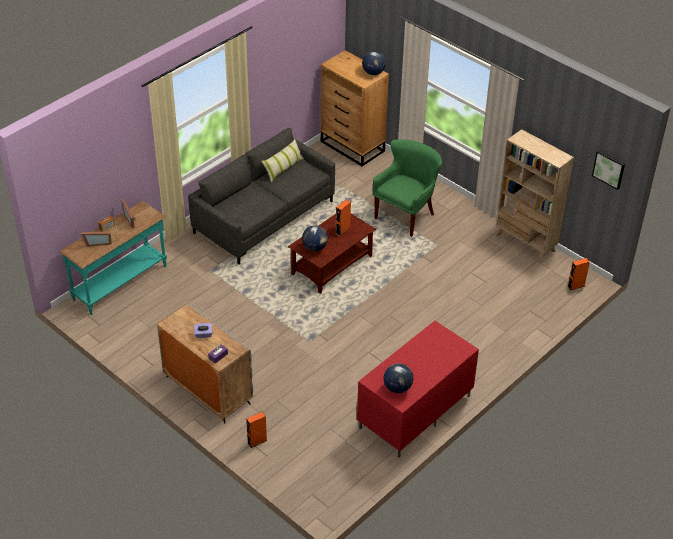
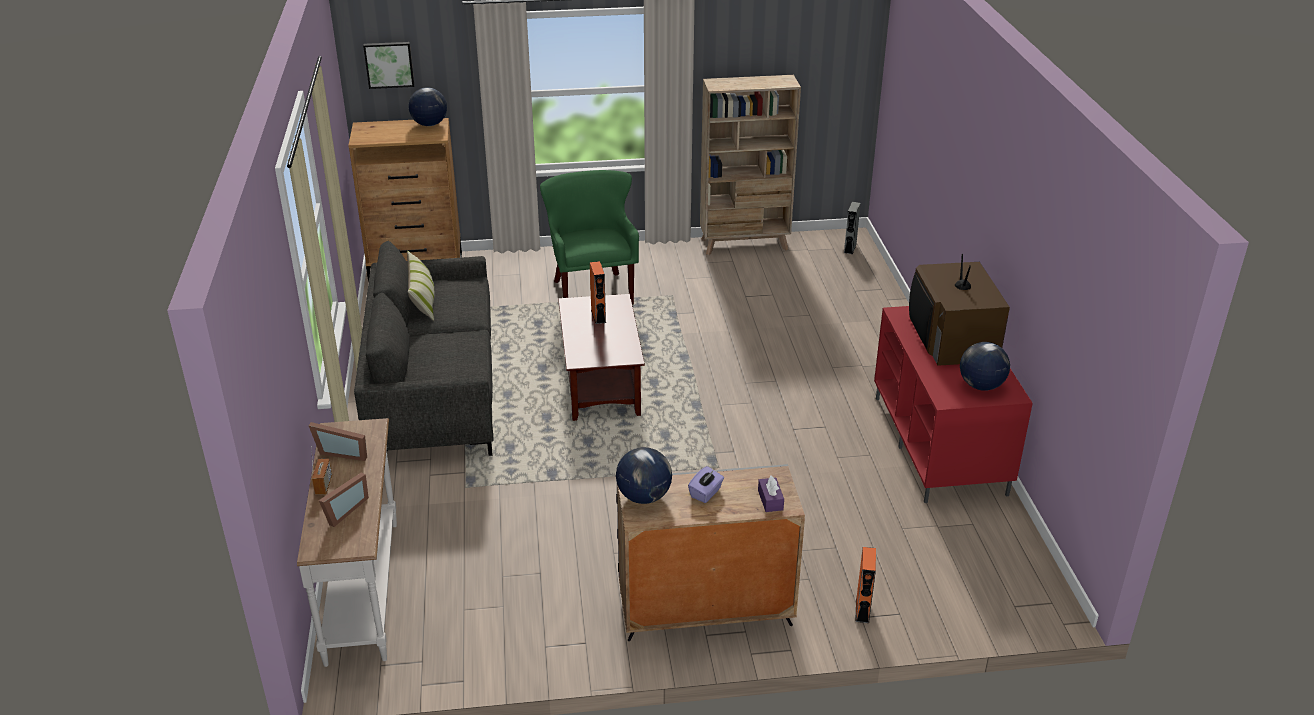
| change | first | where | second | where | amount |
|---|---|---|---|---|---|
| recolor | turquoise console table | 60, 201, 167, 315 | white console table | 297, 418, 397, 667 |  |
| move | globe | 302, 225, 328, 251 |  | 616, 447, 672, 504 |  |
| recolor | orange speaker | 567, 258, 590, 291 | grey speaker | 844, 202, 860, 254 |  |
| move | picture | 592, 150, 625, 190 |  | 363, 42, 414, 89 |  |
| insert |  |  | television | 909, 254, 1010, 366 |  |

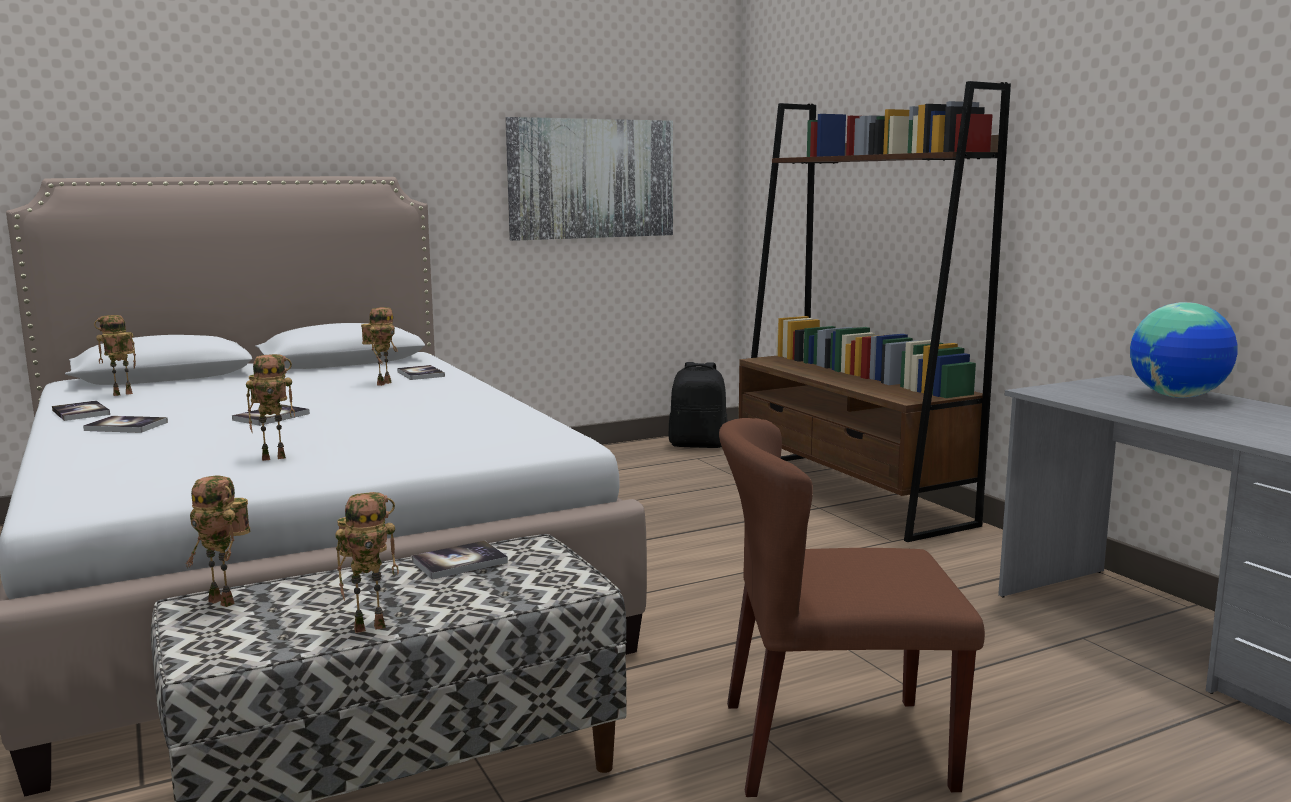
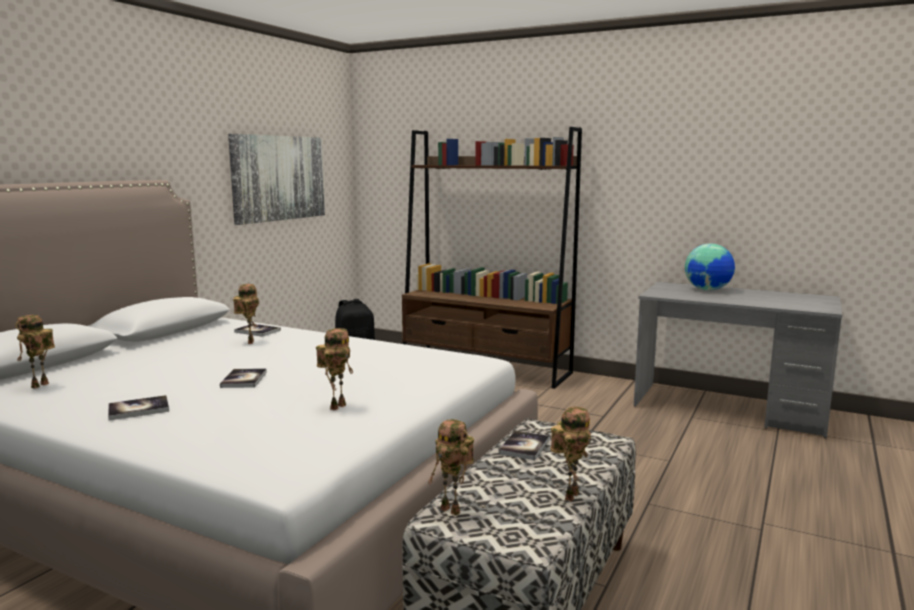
| change | first | where | second | where | amount |
|---|---|---|---|---|---|
| delete | book | 52, 401, 110, 421 |  |  |  |
| rotate | toy robot | 186, 476, 250, 607 |  | 428, 419, 474, 516 | 45 degrees clockwise |
| delete | brown chair | 719, 418, 985, 797 |  |  |  |

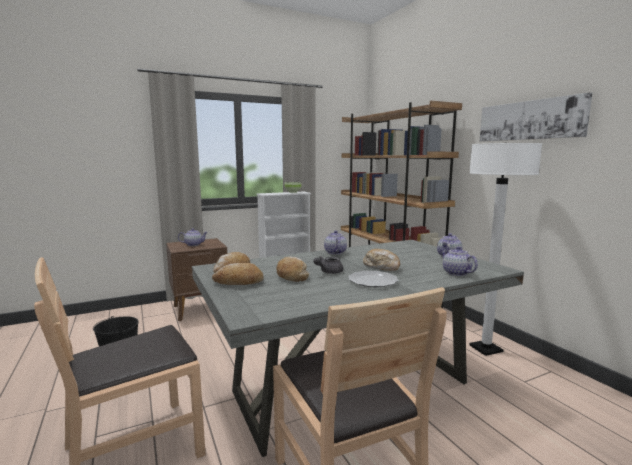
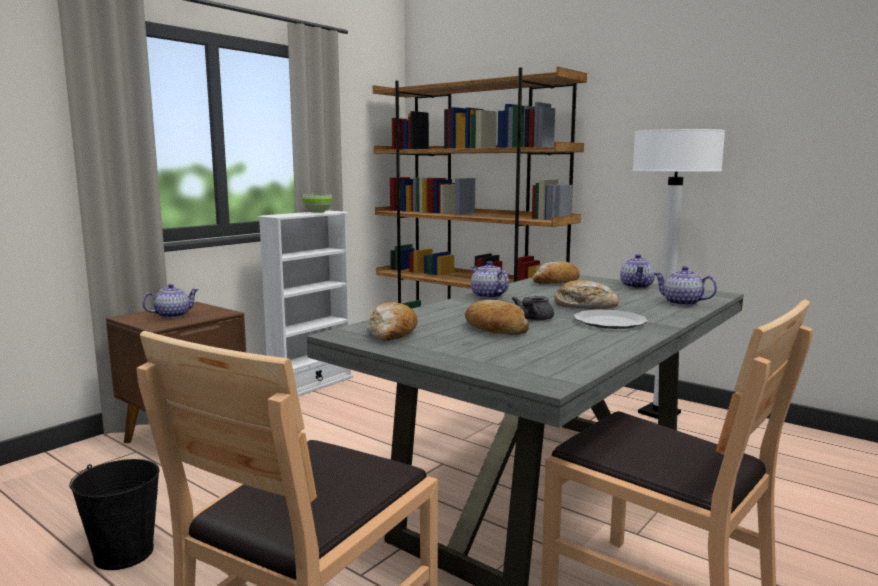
| change | first | where | second | where | amount |
|---|---|---|---|---|---|
| move | bread | 212, 263, 264, 285 |  | 533, 261, 580, 284 |  |
| delete | picture | 480, 92, 593, 142 |  |  |  |

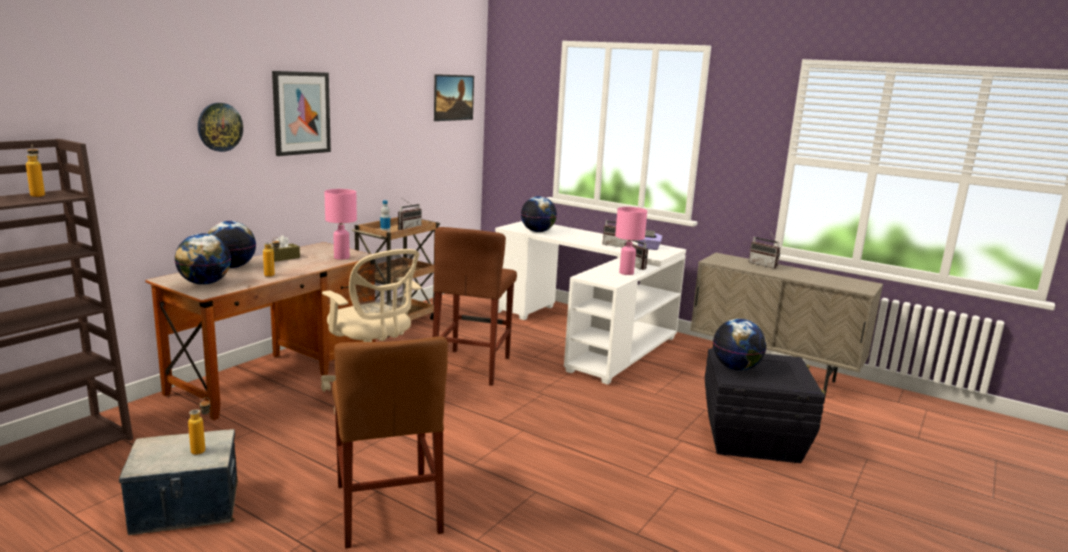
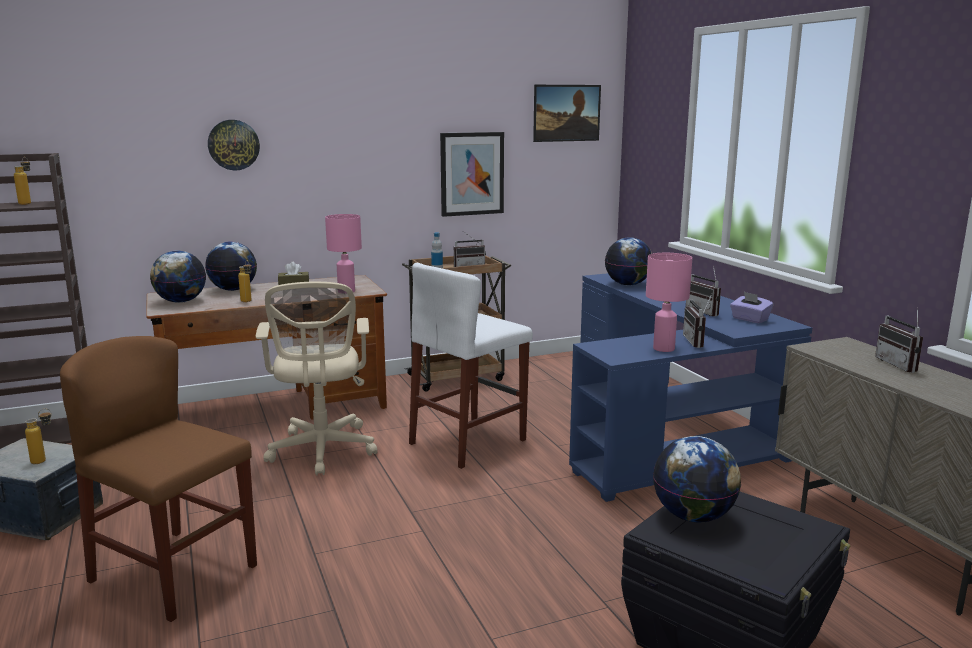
| change | first | where | second | where | amount |
|---|---|---|---|---|---|
| move | picture | 272, 71, 331, 156 |  | 440, 132, 504, 217 |  |
| rotate | brown chair | 332, 337, 448, 549 |  | 60, 336, 257, 622 | 105 degrees clockwise |
| recolor | brown stool | 433, 227, 517, 386 | white stool | 409, 263, 533, 469 |  |
| recolor | white desk | 495, 221, 686, 385 | blue desk | 569, 273, 812, 502 |  |

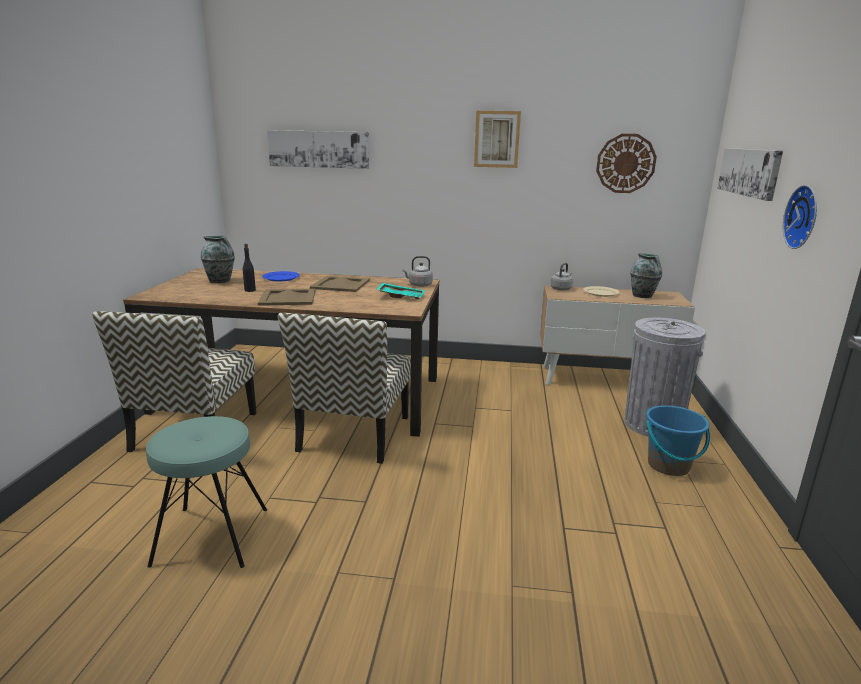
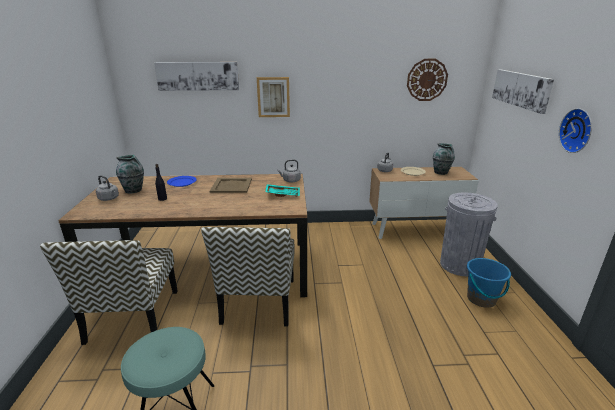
| change | first | where | second | where | amount |
|---|---|---|---|---|---|
| delete | beige tray | 258, 289, 315, 306 |  |  |  |
| move | picture | 474, 111, 521, 168 |  | 257, 77, 290, 117 |  |
| insert |  |  | grey kettle | 96, 175, 119, 201 |  |

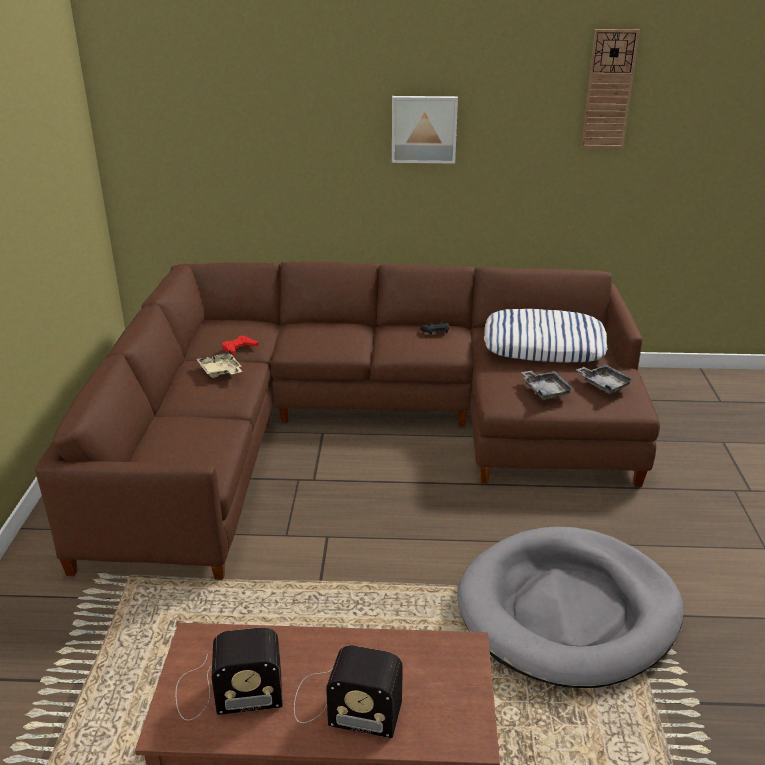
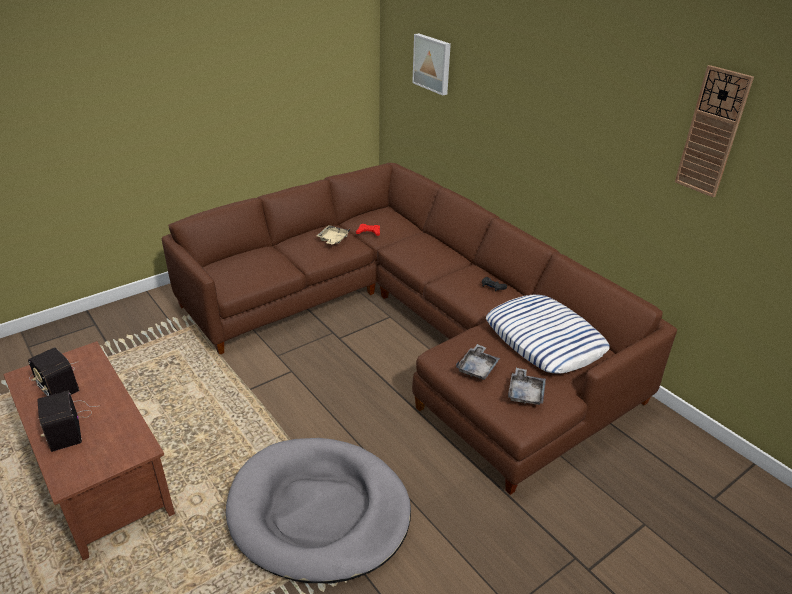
| change | first | where | second | where | amount |
|---|---|---|---|---|---|
| move | picture | 392, 96, 458, 164 |  | 412, 33, 451, 95 |  |

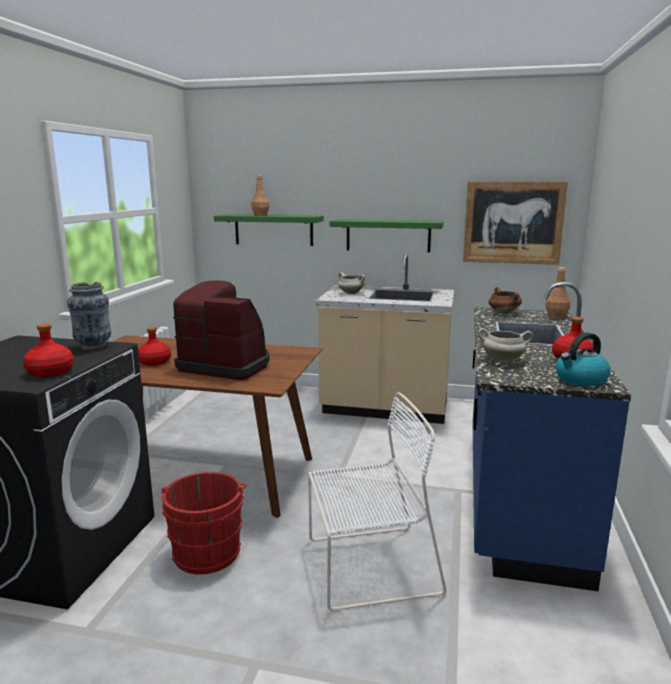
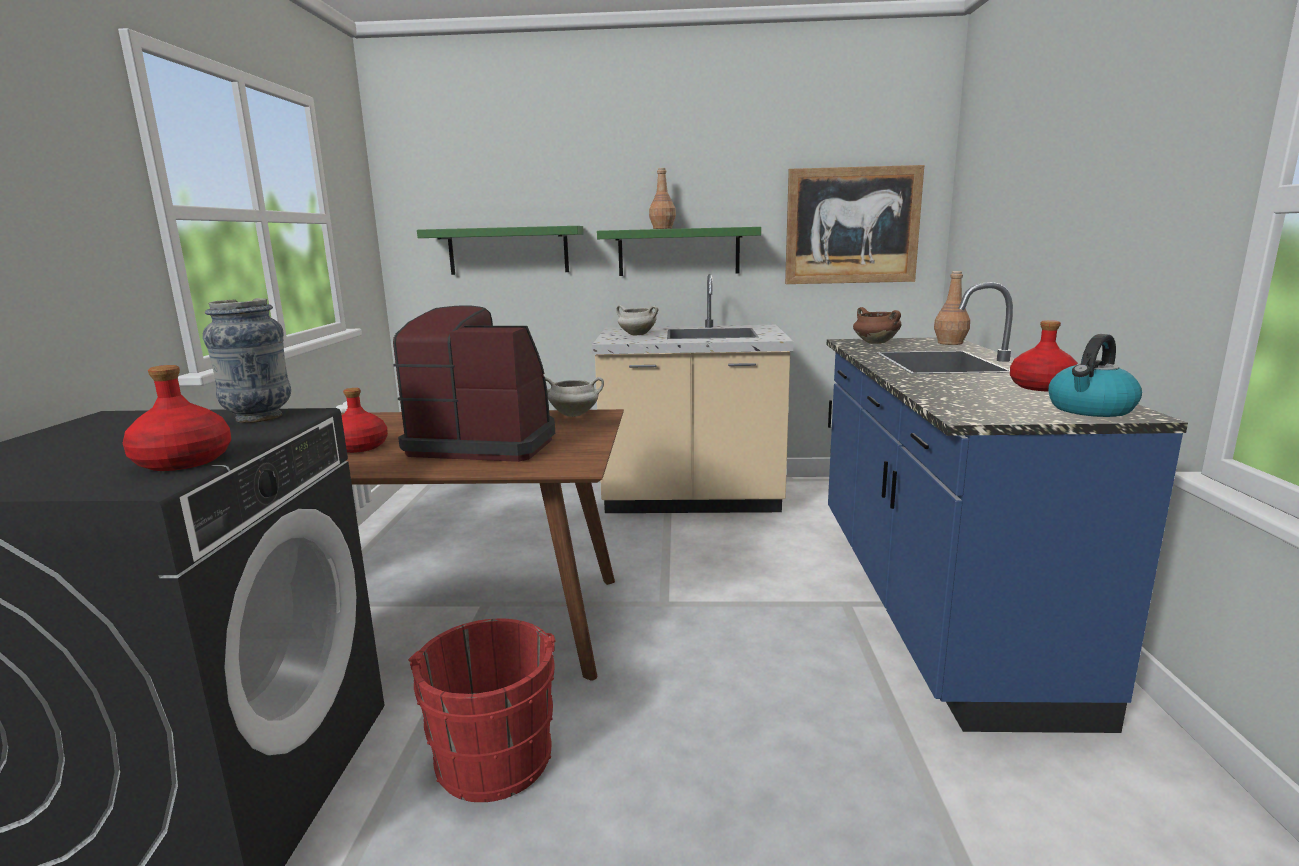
| change | first | where | second | where | amount |
|---|---|---|---|---|---|
| move | brown bottle | 251, 176, 269, 216 |  | 649, 168, 676, 229 |  |
| delete | white chair | 308, 392, 446, 612 |  |  |  |
| move | white cooking pot | 478, 328, 533, 363 |  | 545, 377, 604, 417 |  |

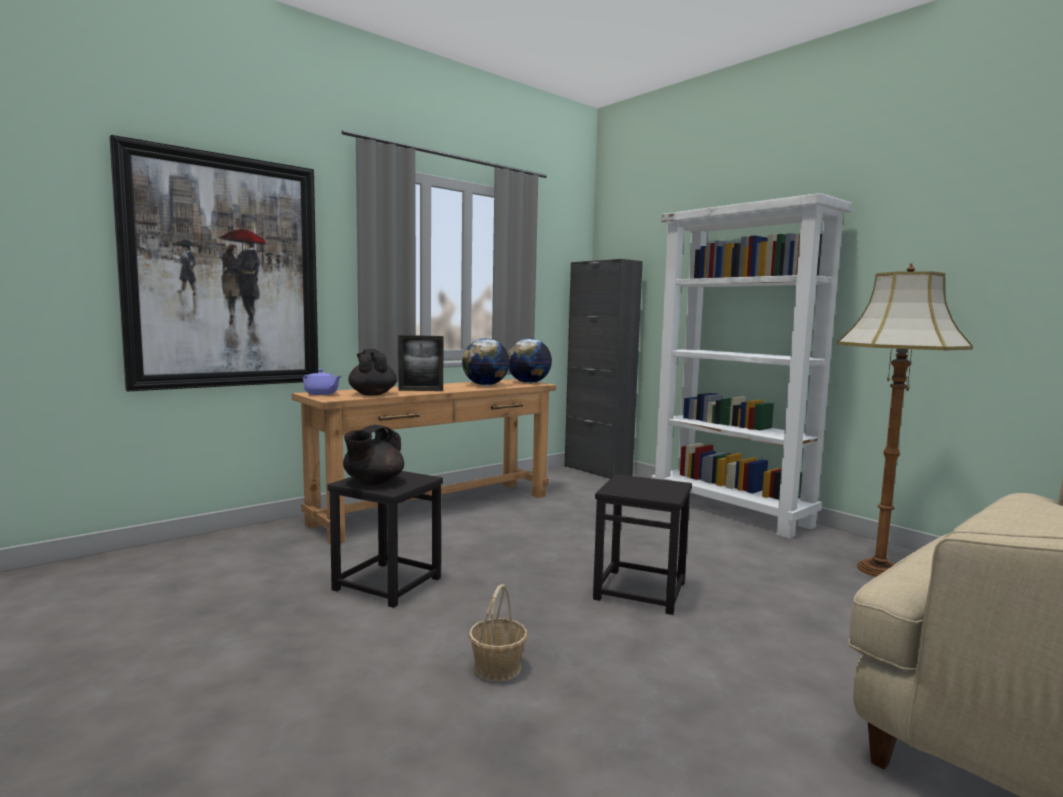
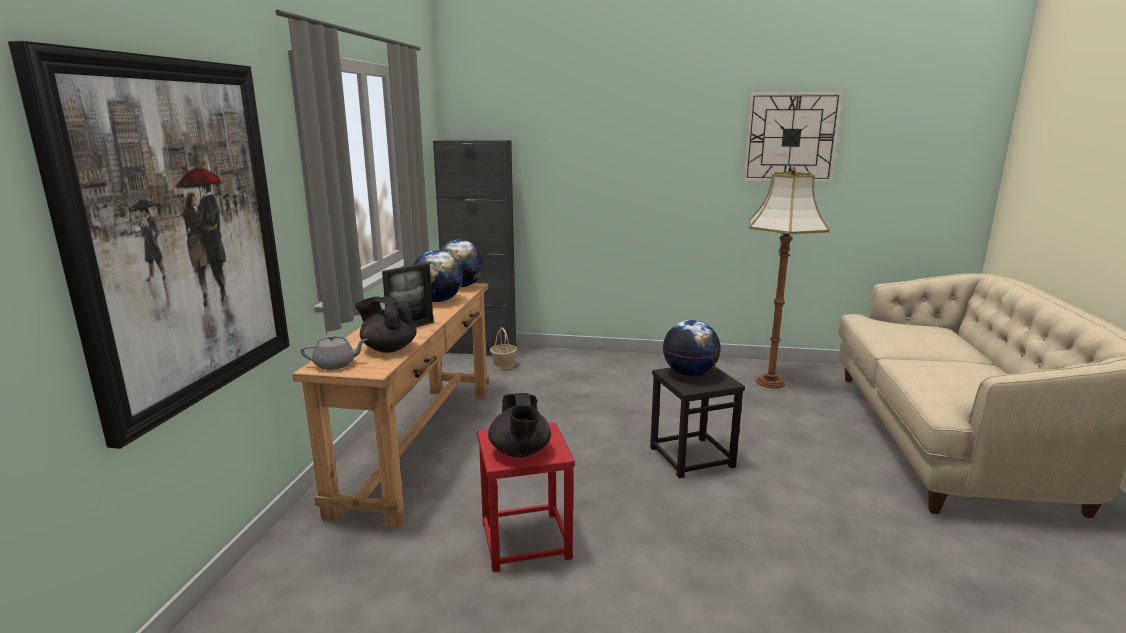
| change | first | where | second | where | amount |
|---|---|---|---|---|---|
| recolor | purple teapot | 303, 369, 342, 395 | grey teapot | 301, 335, 367, 370 |  |
| recolor | black stool | 327, 471, 443, 608 | red stool | 477, 422, 575, 572 |  |
| move | basket | 469, 584, 528, 682 |  | 490, 327, 517, 370 |  |
| delete | white bookcase | 651, 193, 852, 539 |  |  |  |
| insert |  |  | globe | 663, 320, 721, 377 |  |
| insert |  |  | wall clock | 743, 92, 843, 183 |  |

